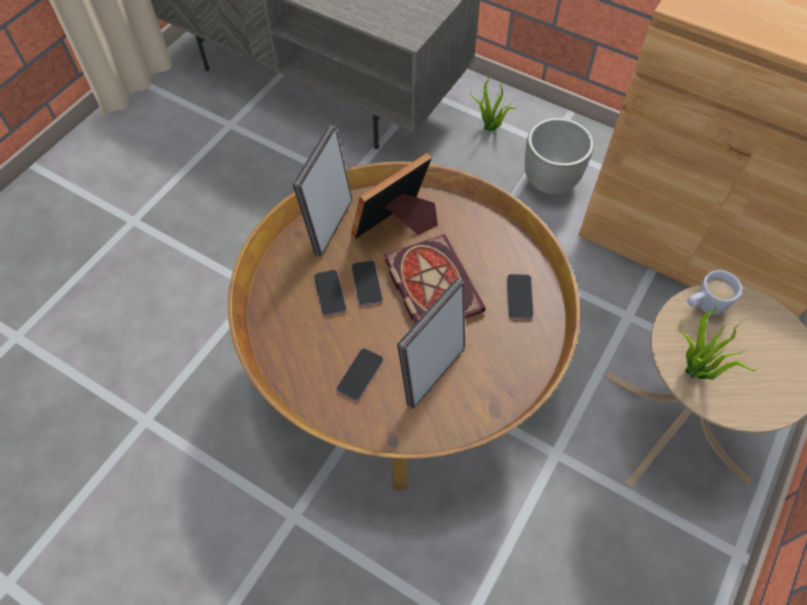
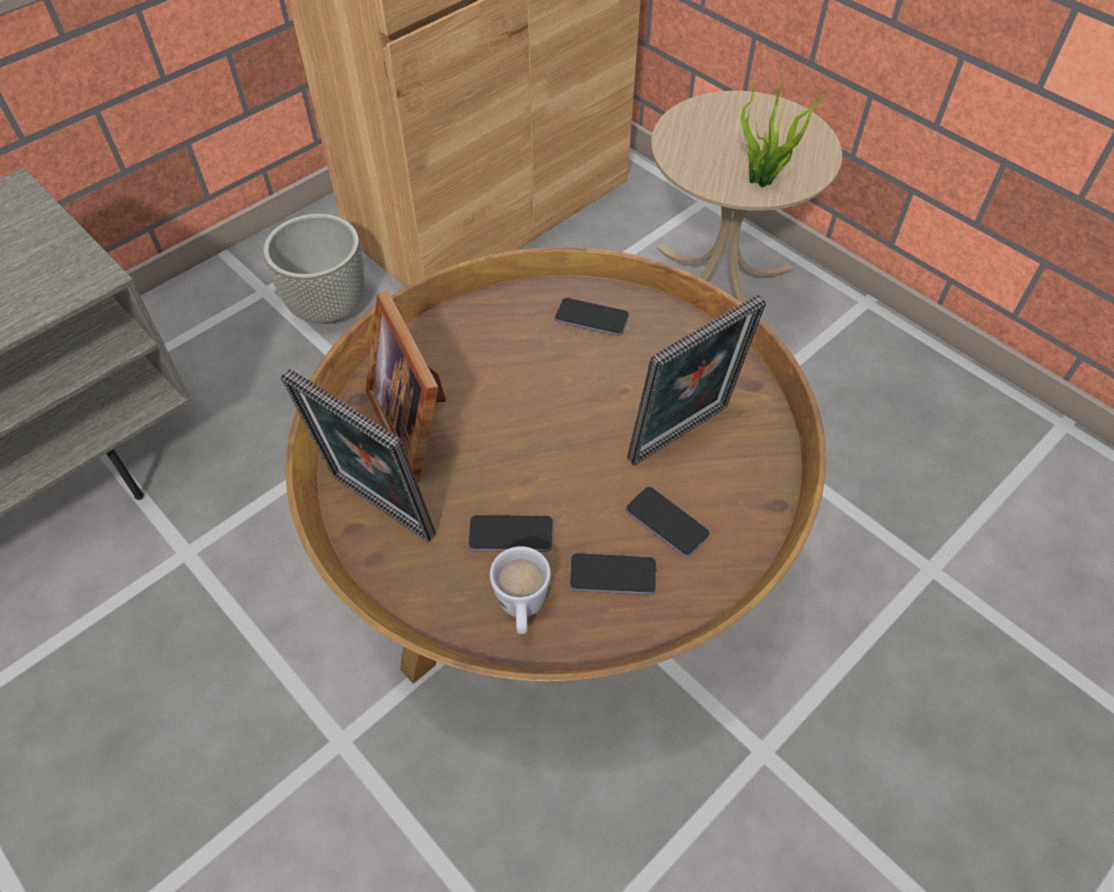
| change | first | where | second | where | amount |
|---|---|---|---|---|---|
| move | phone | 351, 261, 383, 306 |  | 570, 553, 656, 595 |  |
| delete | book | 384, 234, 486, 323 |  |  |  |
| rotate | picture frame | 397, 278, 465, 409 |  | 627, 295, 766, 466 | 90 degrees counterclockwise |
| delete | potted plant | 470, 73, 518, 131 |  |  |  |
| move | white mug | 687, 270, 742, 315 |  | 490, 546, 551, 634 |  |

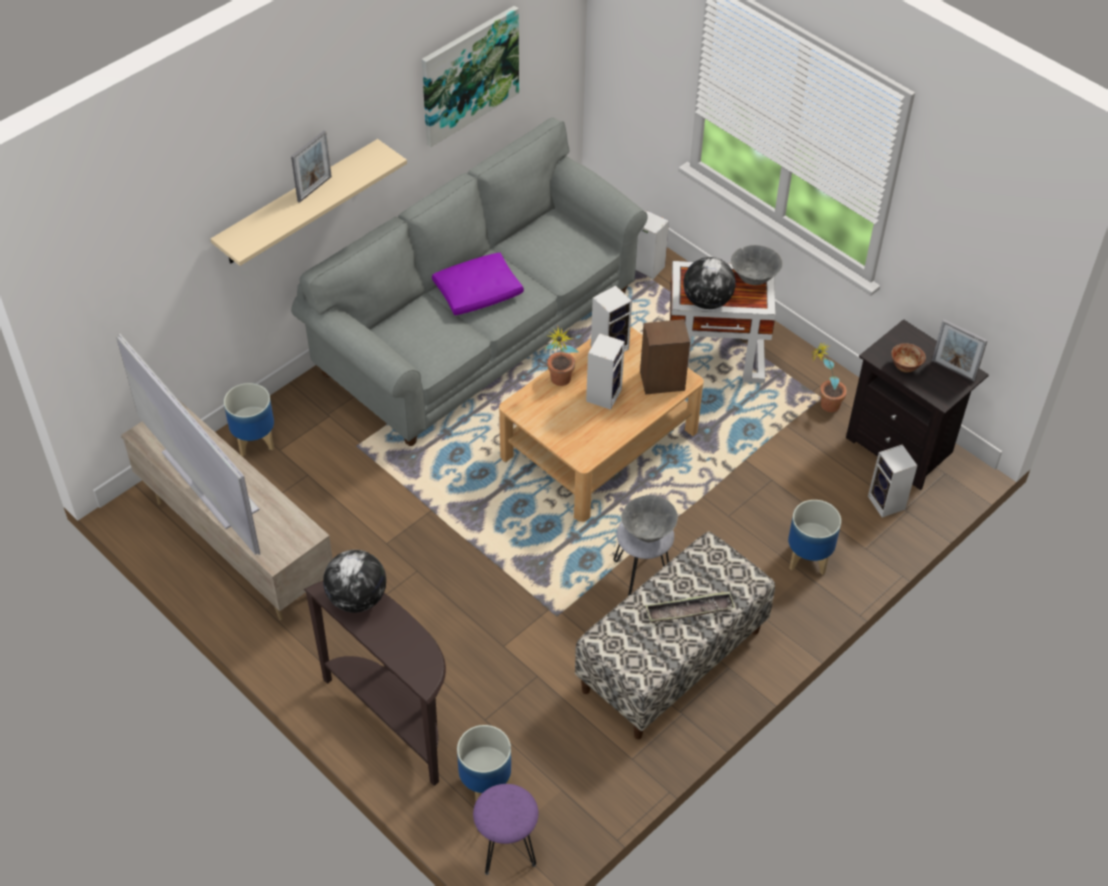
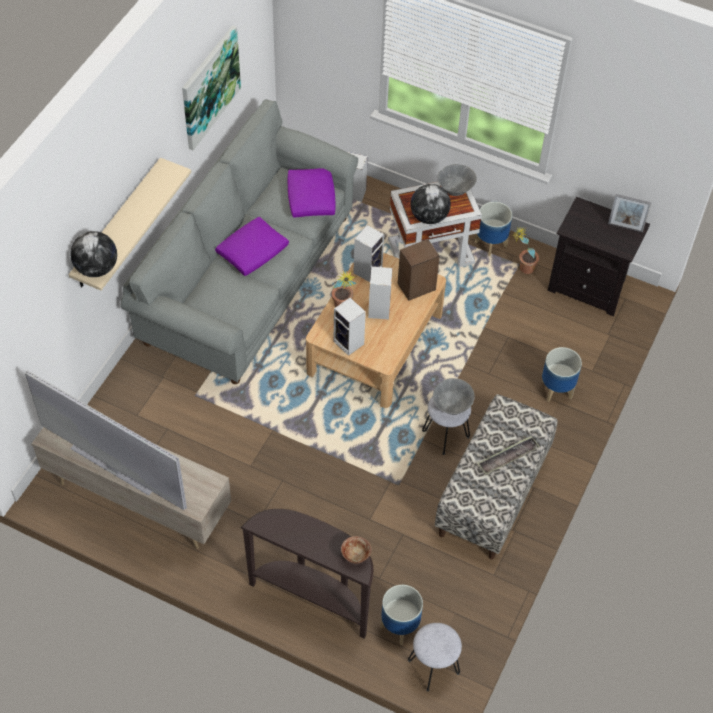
| change | first | where | second | where | amount |
|---|---|---|---|---|---|
| move | planter | 224, 383, 274, 457 |  | 475, 202, 512, 256 |  |
| delete | picture frame | 291, 130, 332, 203 |  |  |  |
| move | globe | 323, 550, 386, 613 |  | 70, 231, 117, 277 |  |
| recolor | purple stool | 473, 784, 538, 875 | grey stool | 408, 623, 462, 691 |  |
| move | speaker | 868, 444, 918, 518 |  | 334, 298, 366, 356 |  |
| move | bowl | 891, 343, 926, 373 |  | 341, 536, 372, 564 |  |
| insert |  |  | purple pillow | 288, 168, 335, 218 |  |

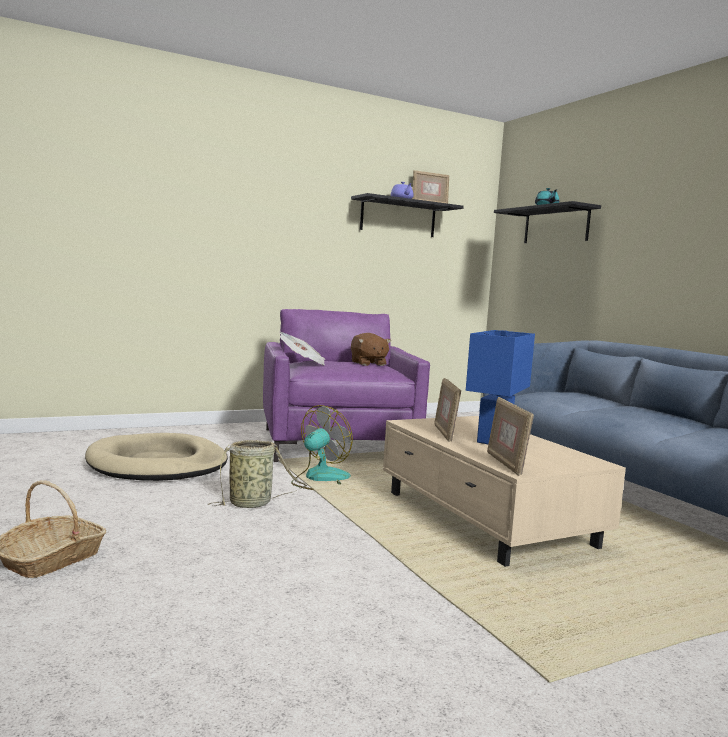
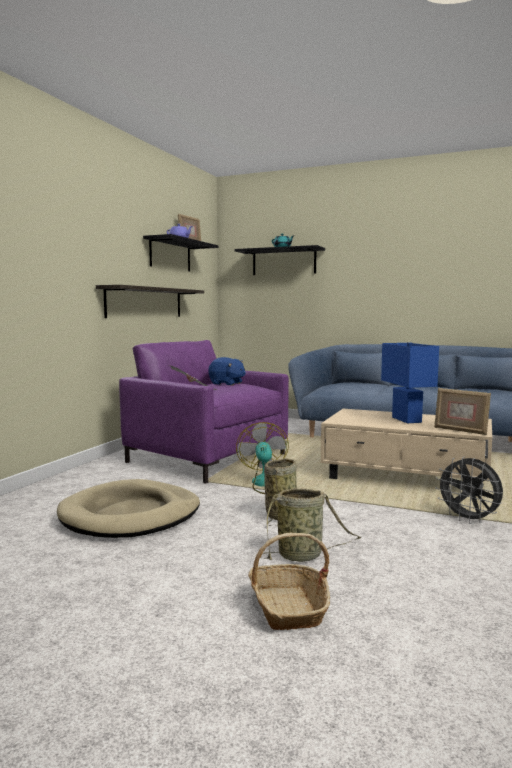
| change | first | where | second | where | amount |
|---|---|---|---|---|---|
| recolor | brown plush toy | 351, 333, 391, 366 | blue plush toy | 208, 357, 246, 386 |  |
| delete | picture frame | 434, 378, 461, 442 |  |  |  |
| insert |  |  | shelf | 96, 285, 204, 318 |  |
| insert |  |  | basket | 256, 488, 361, 562 |  |
| insert |  |  | grey fan | 435, 456, 503, 524 |  |

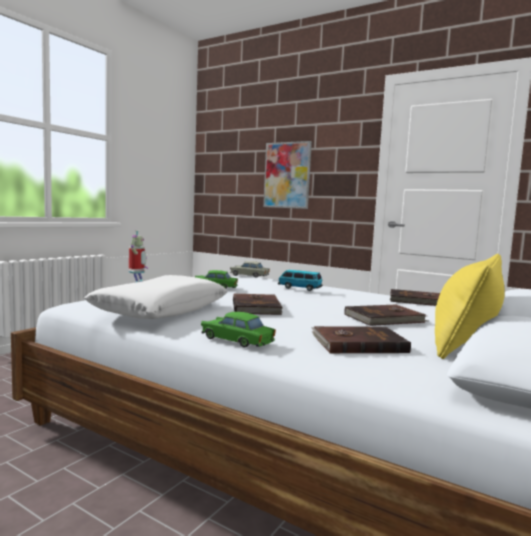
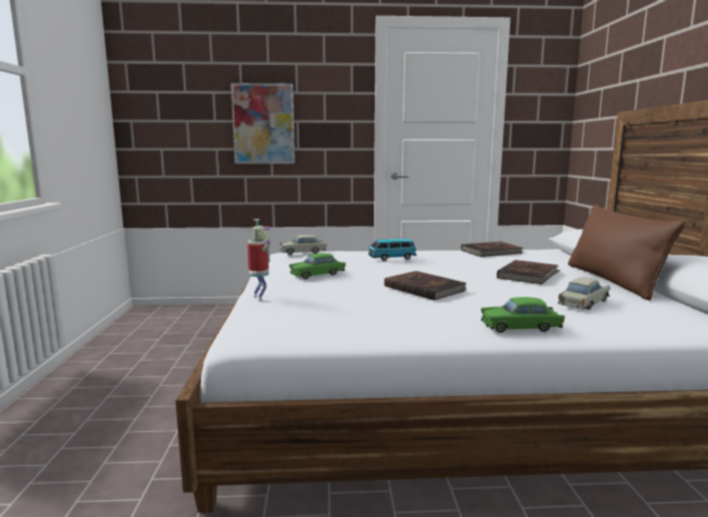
| change | first | where | second | where | amount |
|---|---|---|---|---|---|
| delete | white pillow | 84, 275, 228, 319 |  |  |  |
| replace | brown book | 311, 326, 411, 353 | beige toy car | 558, 278, 610, 310 |  |
| recolor | yellow pillow | 435, 254, 505, 359 | brown pillow | 568, 204, 686, 300 |  |

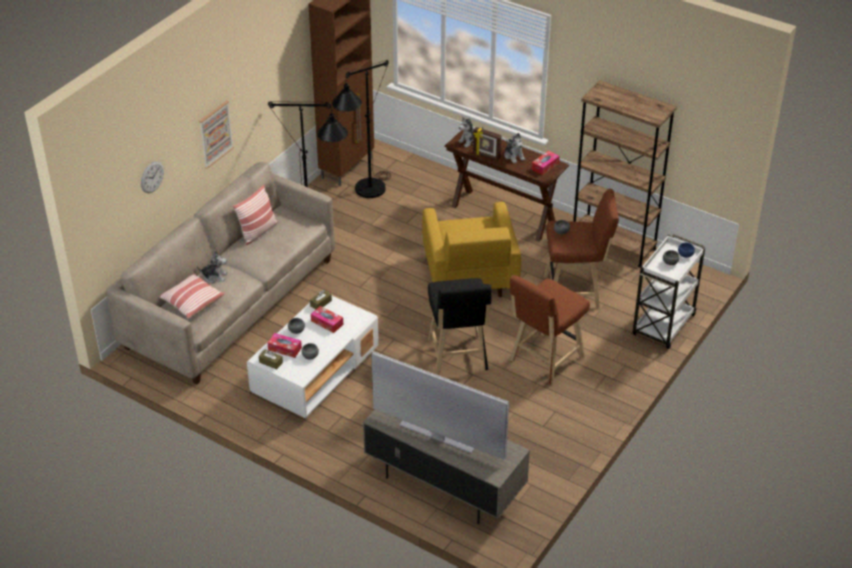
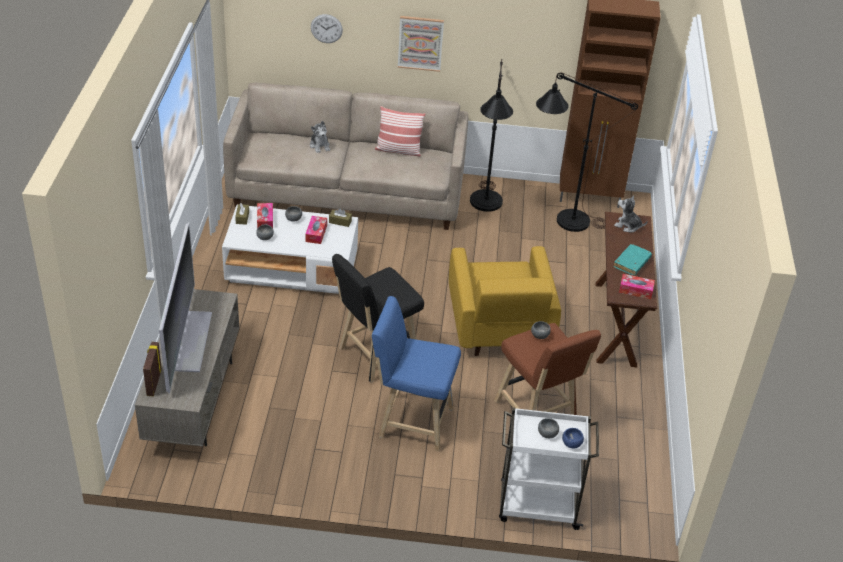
| change | first | where | second | where | amount |
|---|---|---|---|---|---|
| delete | pillow | 159, 273, 225, 319 |  |  |  |
| rotate | yellow armchair | 422, 202, 521, 297 |  | 449, 246, 561, 356 | 60 degrees counterclockwise |
| move | picture frame | 473, 127, 501, 161 |  | 143, 342, 162, 396 |  |
| replace | plush toy | 504, 133, 525, 163 | turquoise book | 614, 244, 652, 276 |  |
| recolor | brown stool | 510, 275, 590, 385 | blue stool | 372, 296, 461, 452 |  |
| delete | brown bookcase | 573, 81, 677, 268 |  |  |  |

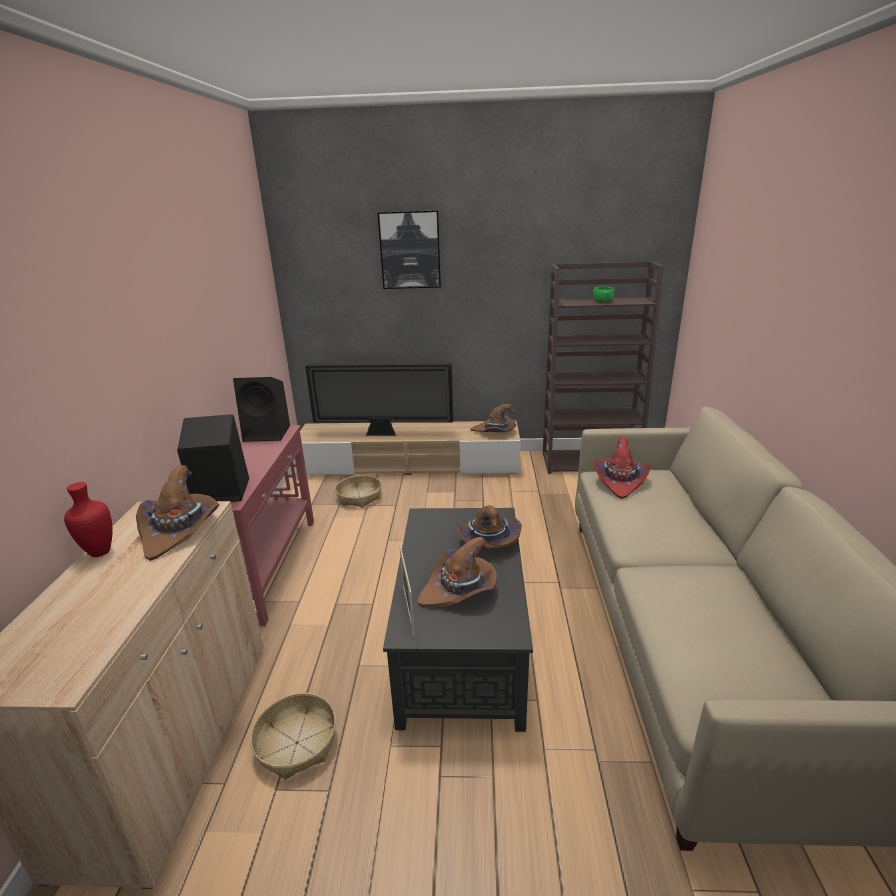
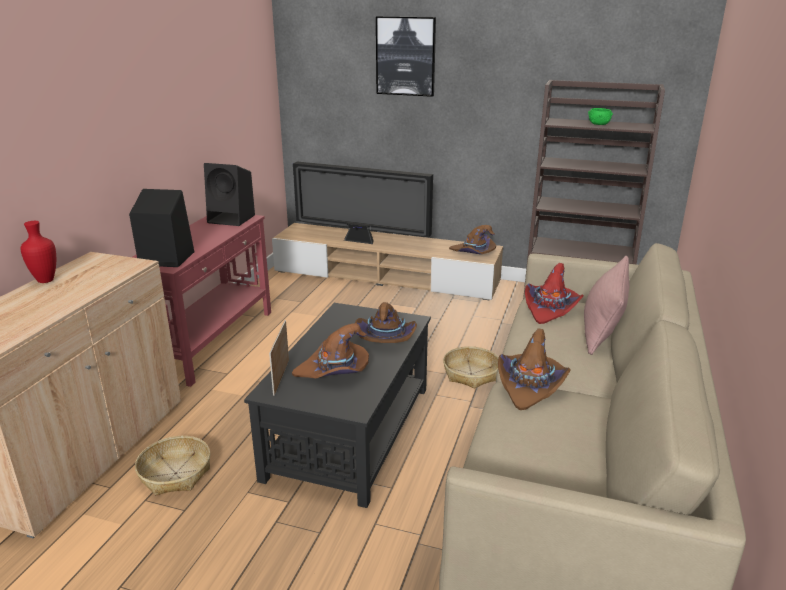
| change | first | where | second | where | amount |
|---|---|---|---|---|---|
| move | brown hat | 136, 465, 219, 561 |  | 498, 328, 571, 410 |  |
| move | basket | 335, 475, 382, 507 |  | 443, 346, 499, 389 |  |
| insert |  |  | pink pillow | 584, 256, 630, 355 |  |

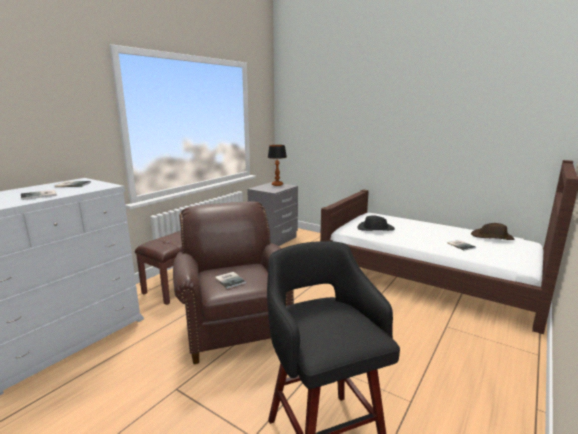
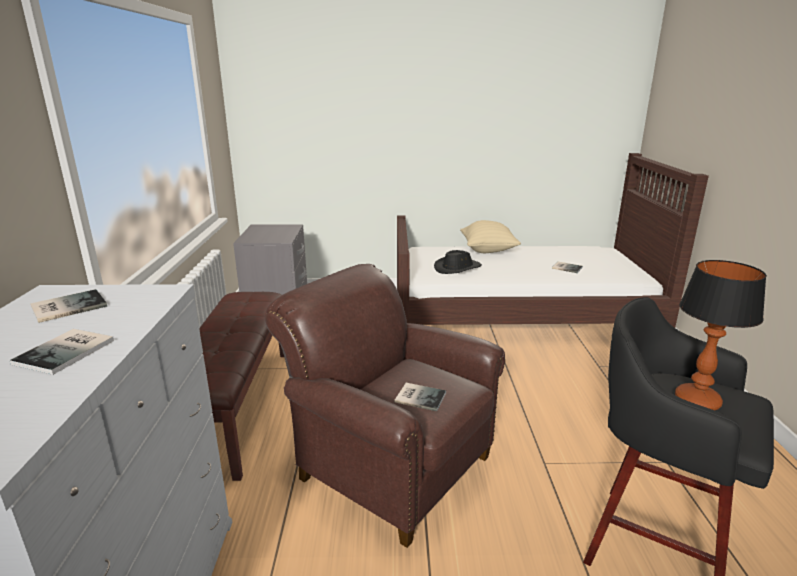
| change | first | where | second | where | amount |
|---|---|---|---|---|---|
| move | table lamp | 268, 145, 287, 186 |  | 675, 260, 767, 410 |  |
| delete | brown hat | 471, 223, 515, 240 |  |  |  |
| insert |  |  | beige pillow | 460, 220, 521, 253 |  |

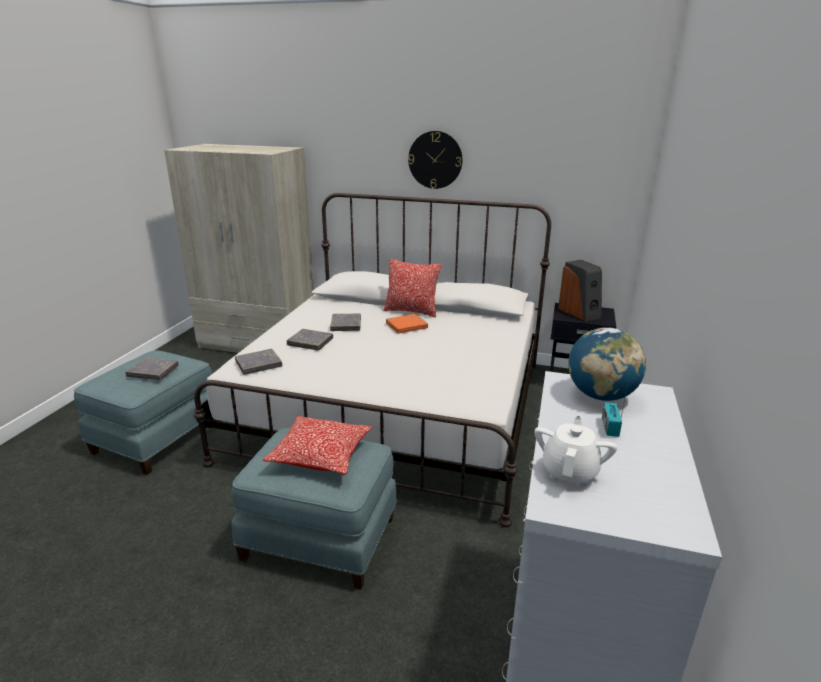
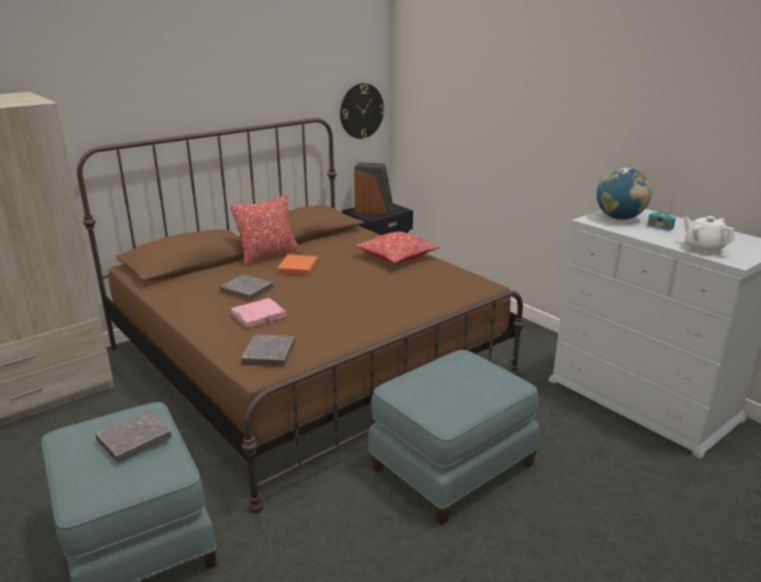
| change | first | where | second | where | amount |
|---|---|---|---|---|---|
| recolor | white bed | 194, 193, 551, 527 | brown bed | 77, 118, 525, 512 |  |
| move | pillow | 263, 416, 372, 475 |  | 355, 231, 440, 263 |  |
| recolor | grey book | 287, 329, 333, 351 | pink book | 231, 298, 287, 328 |  |
| move | wall clock | 408, 131, 462, 189 |  | 340, 83, 385, 139 |  |

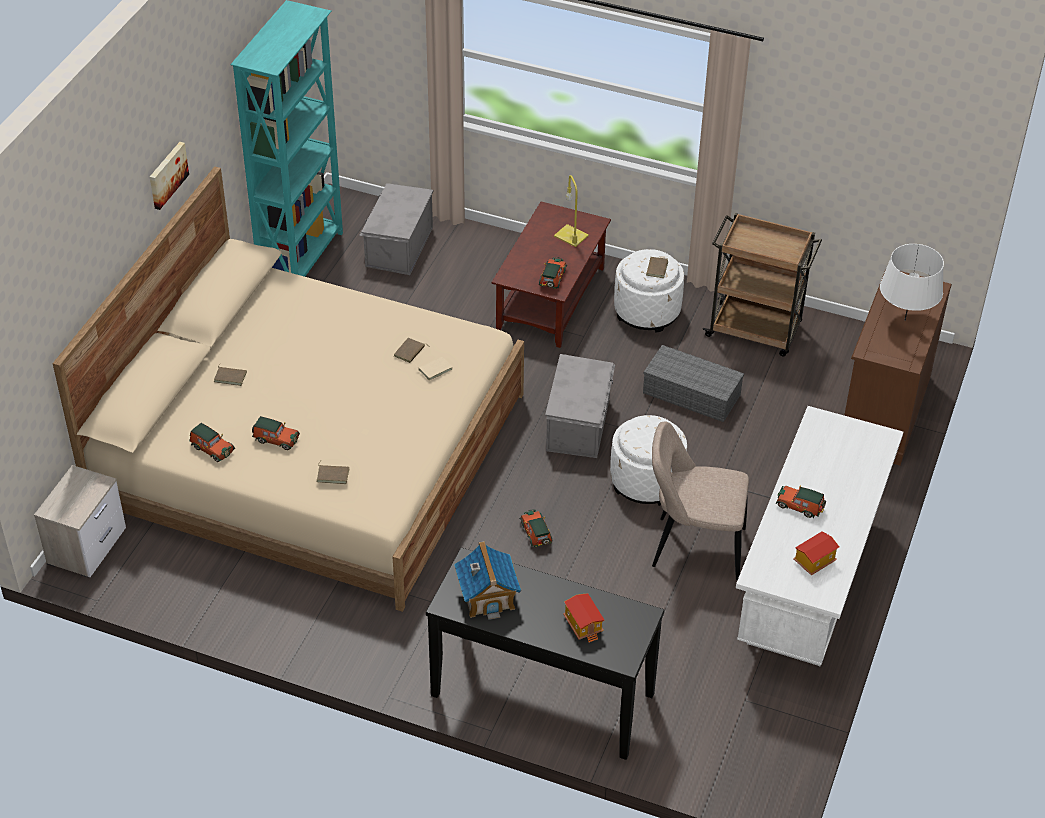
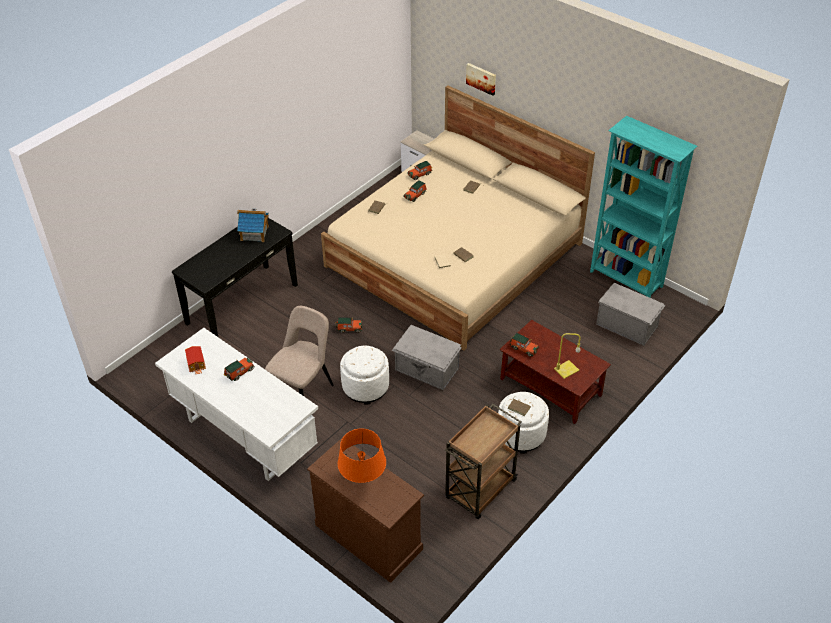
| change | first | where | second | where | amount |
|---|---|---|---|---|---|
| move | picture | 150, 142, 189, 210 |  | 466, 63, 496, 96 |  |
| delete | toy house | 563, 593, 604, 642 |  |  |  |
| delete | grey storage box | 643, 345, 744, 422 |  |  |  |
| recolor | white table lamp | 880, 244, 944, 320 | orange table lamp | 338, 428, 386, 483 |  |

